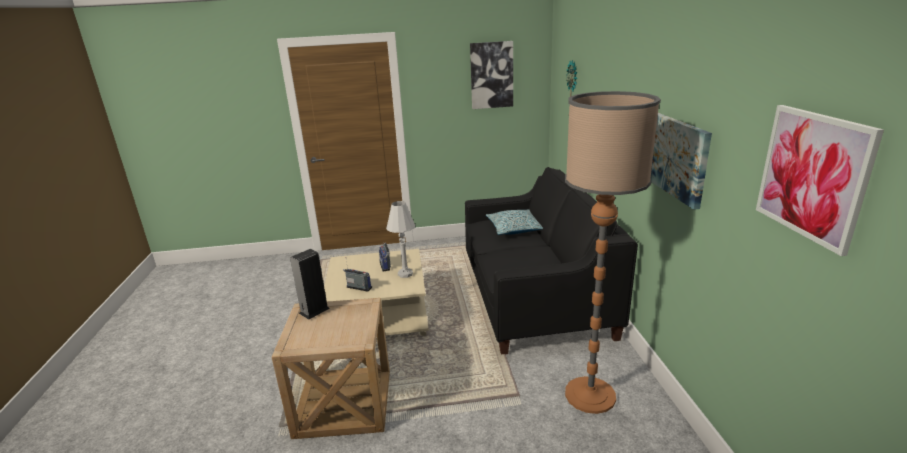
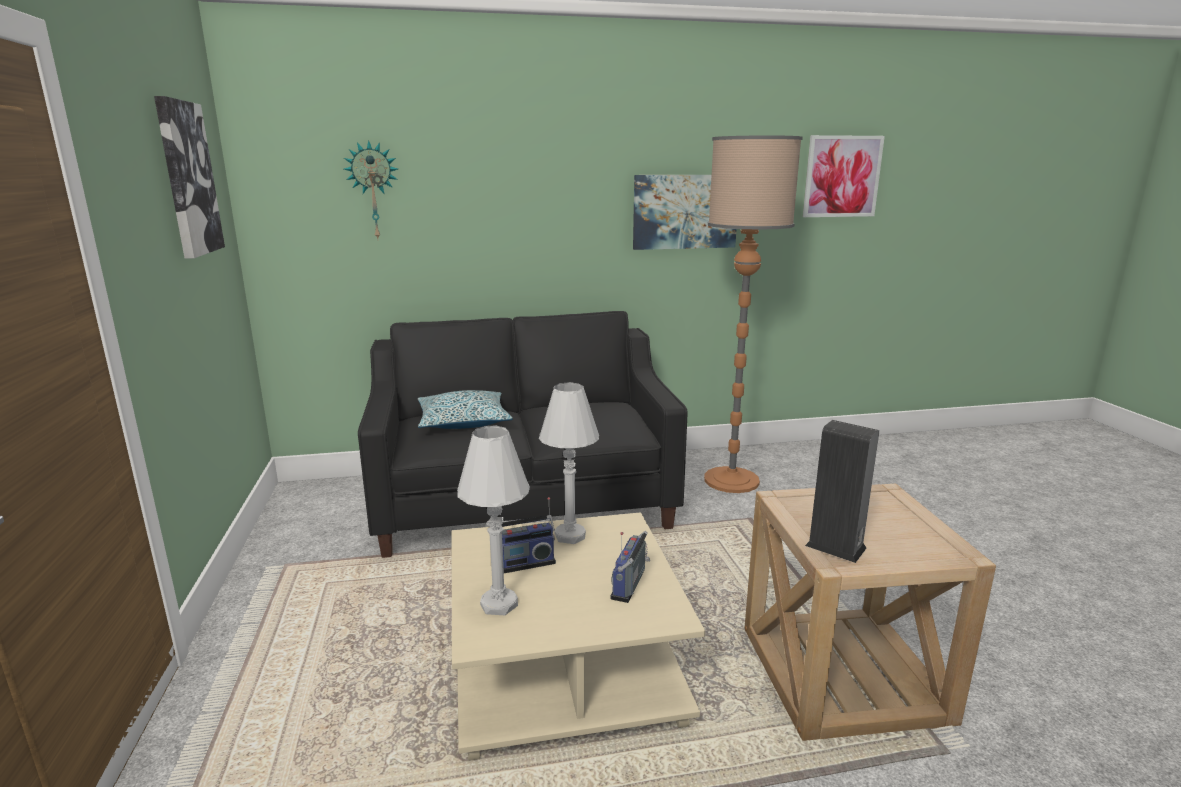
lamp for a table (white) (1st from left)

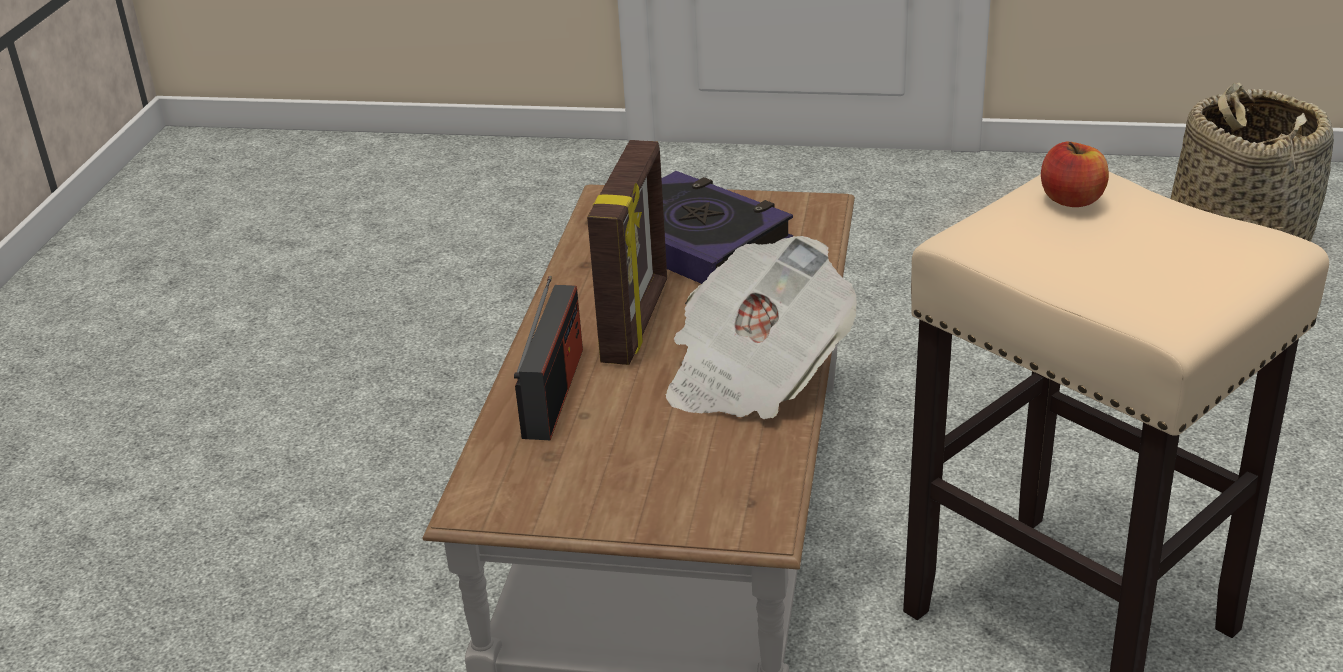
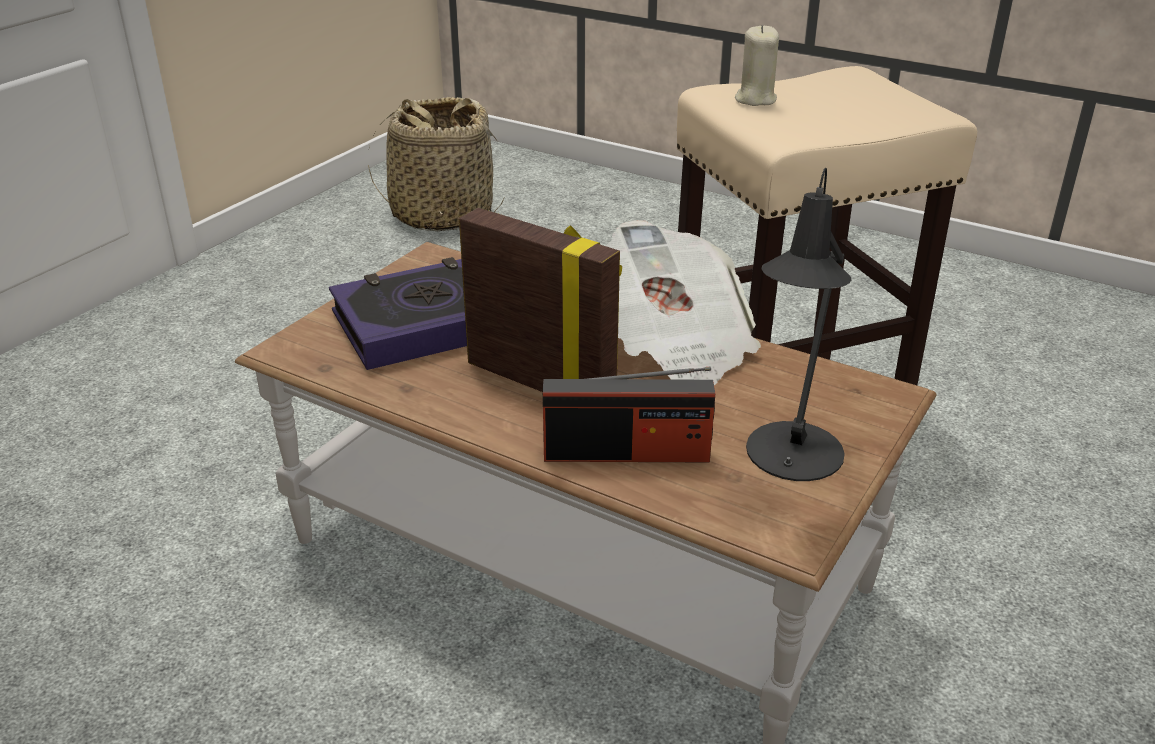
radio; candle (beige-coloured); lamp for a table (blackish)

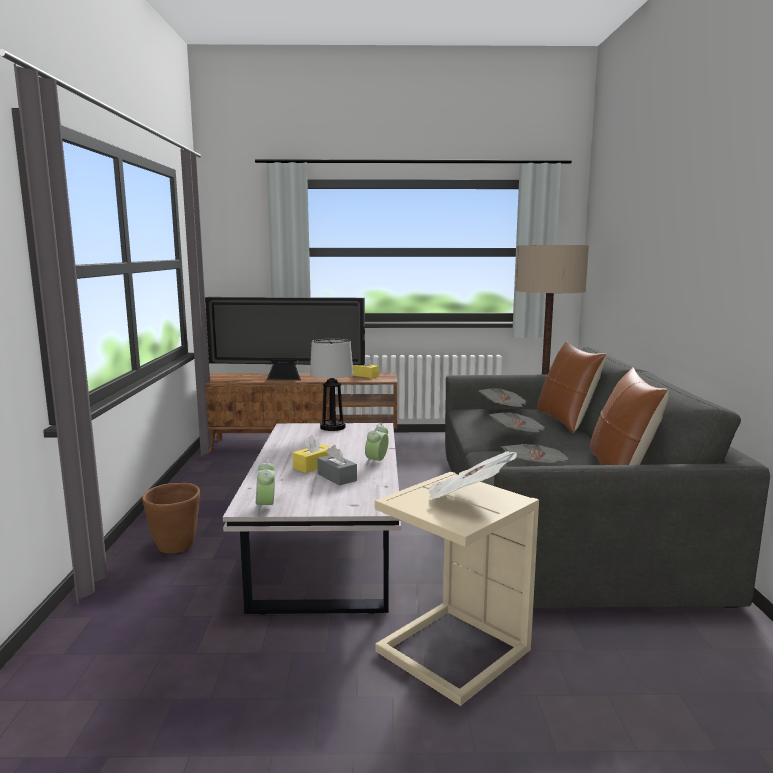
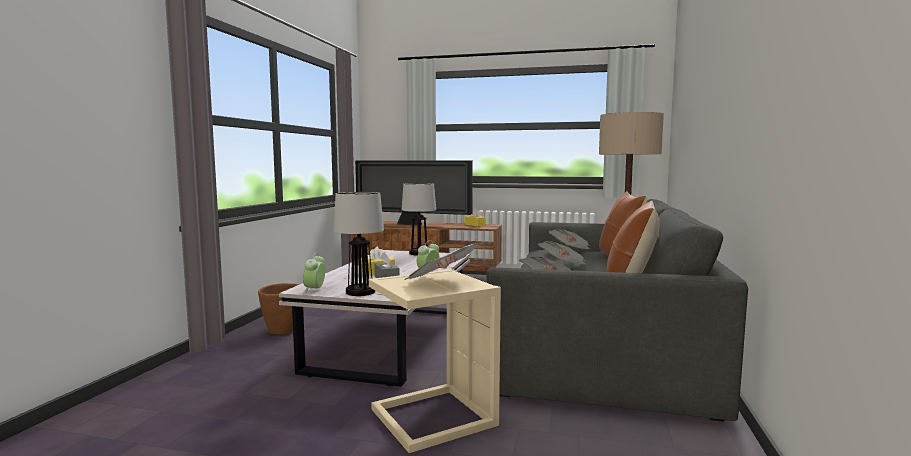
lamp for a table (1st from left)

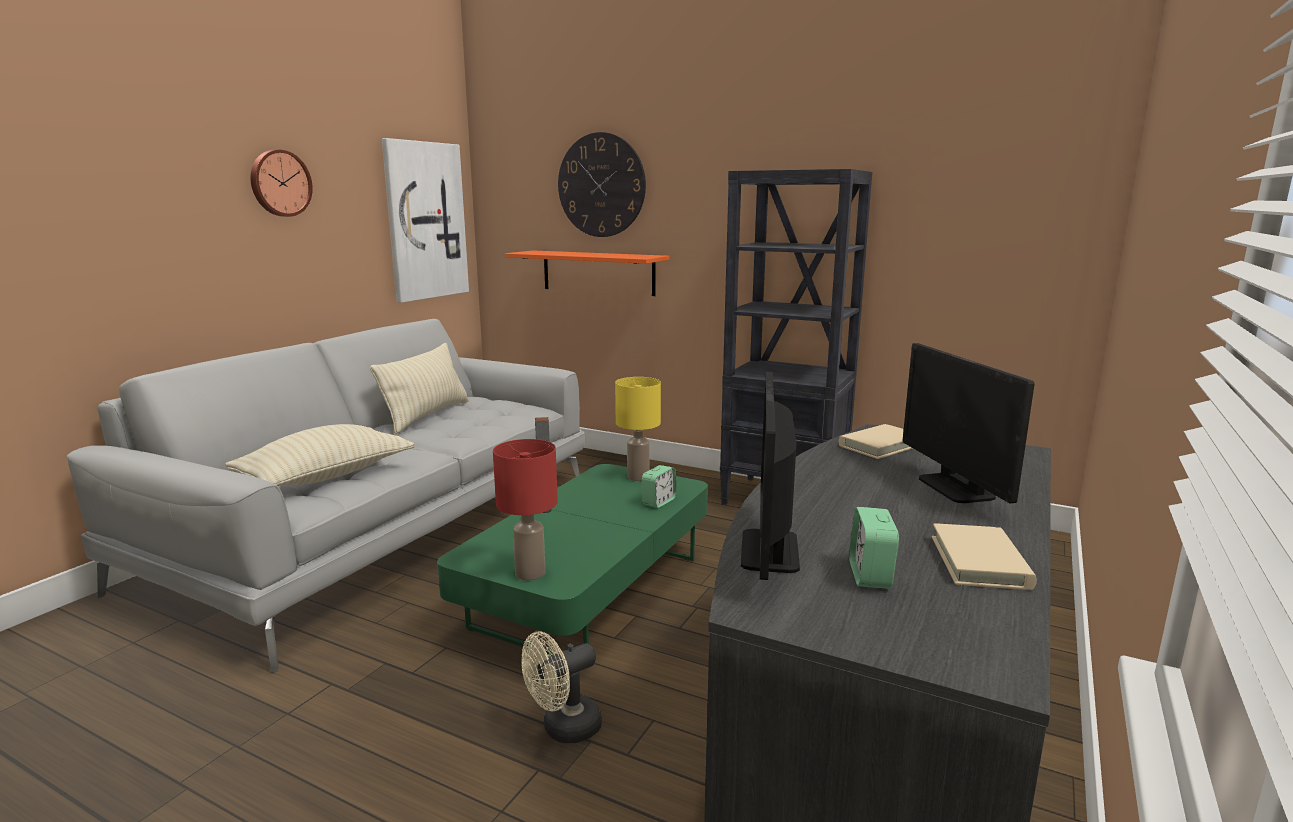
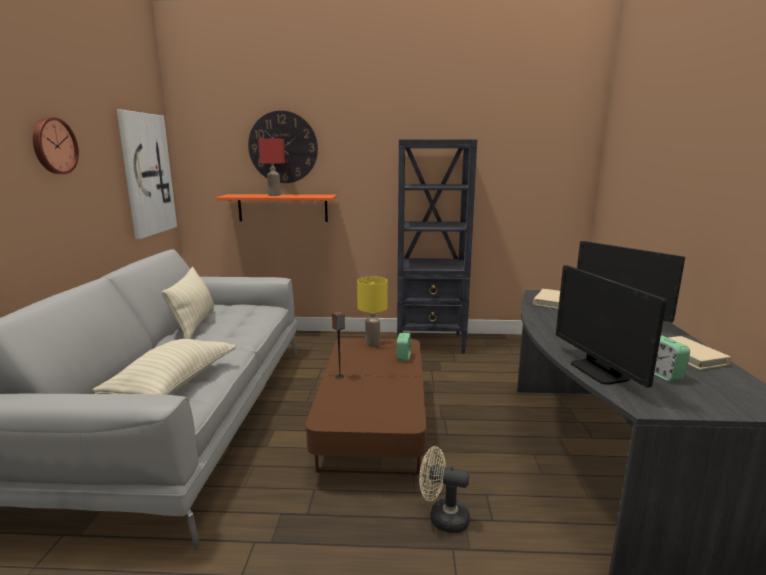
lamp for a table (red-coloured); coffee table (brown); fan (beige-coloured)

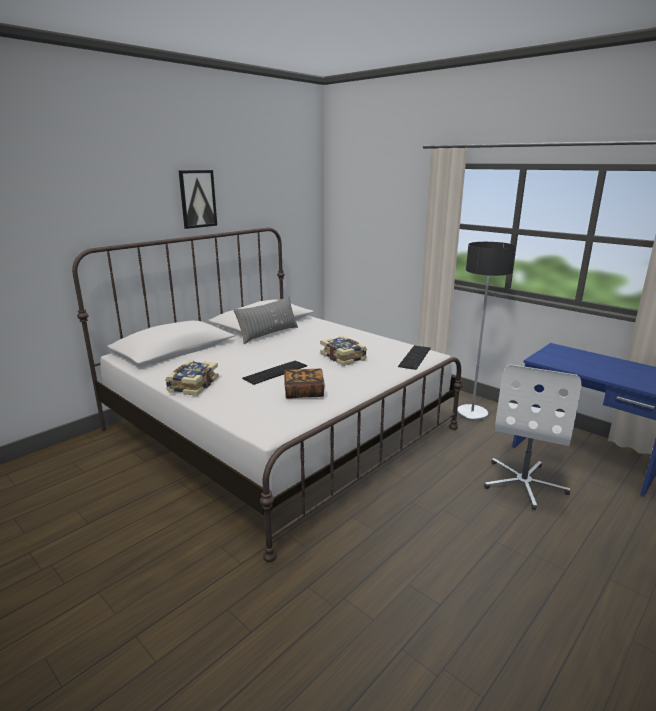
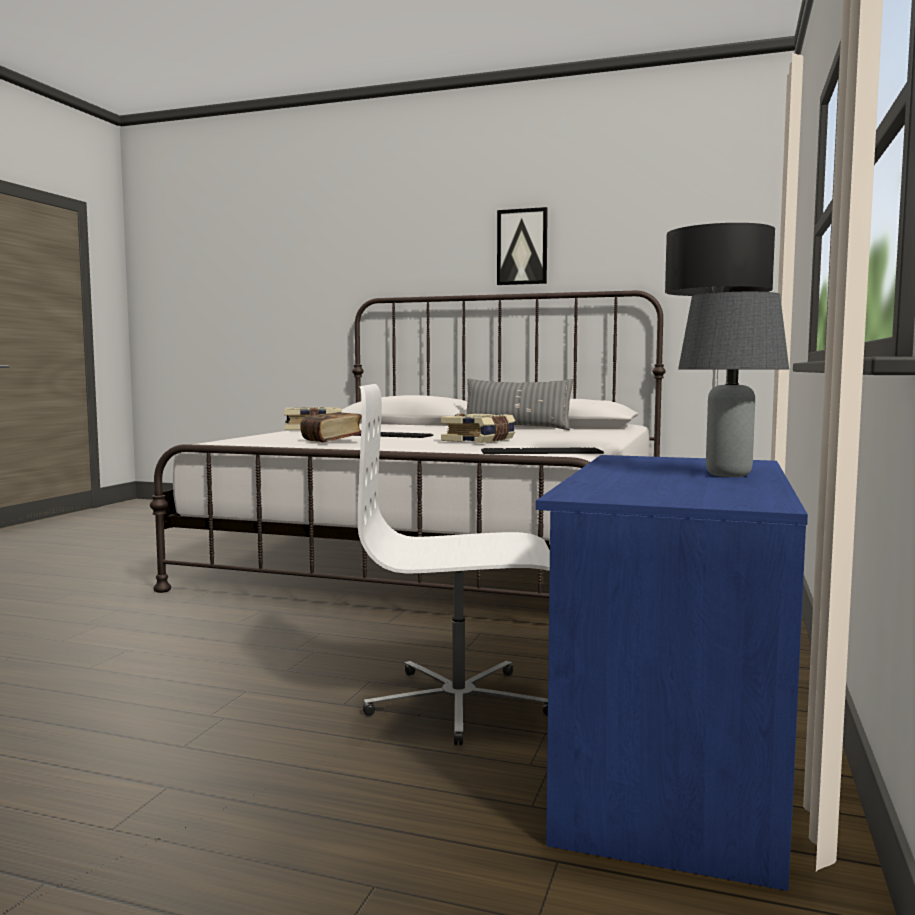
lamp for a table (gray)

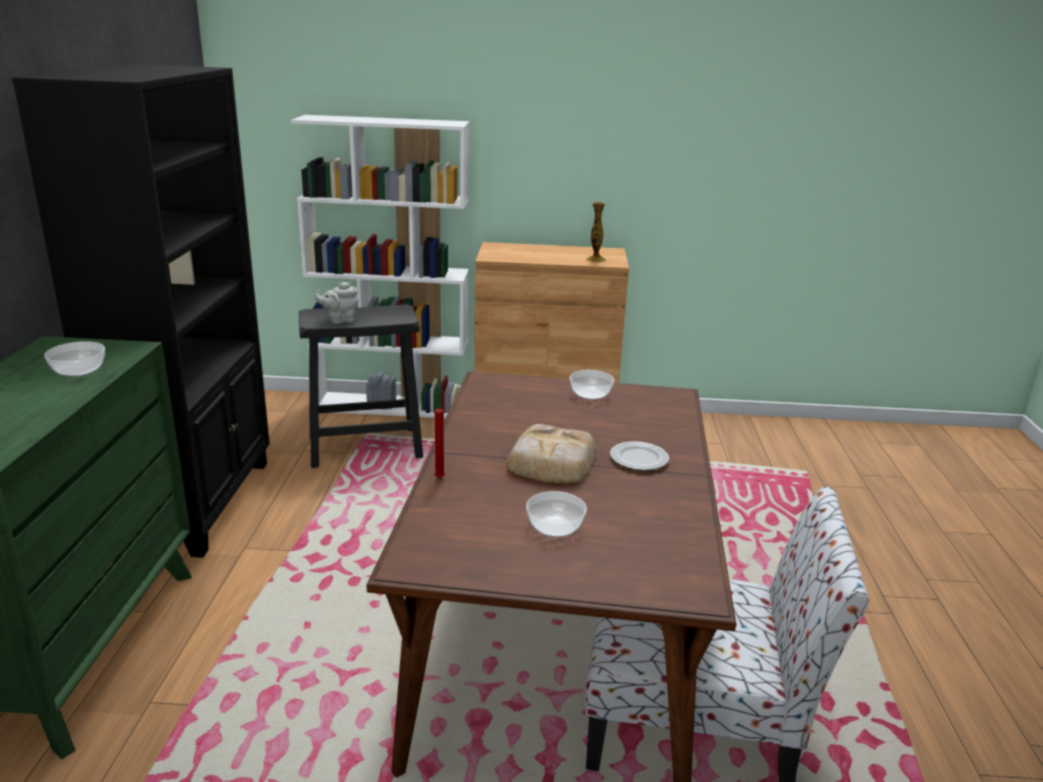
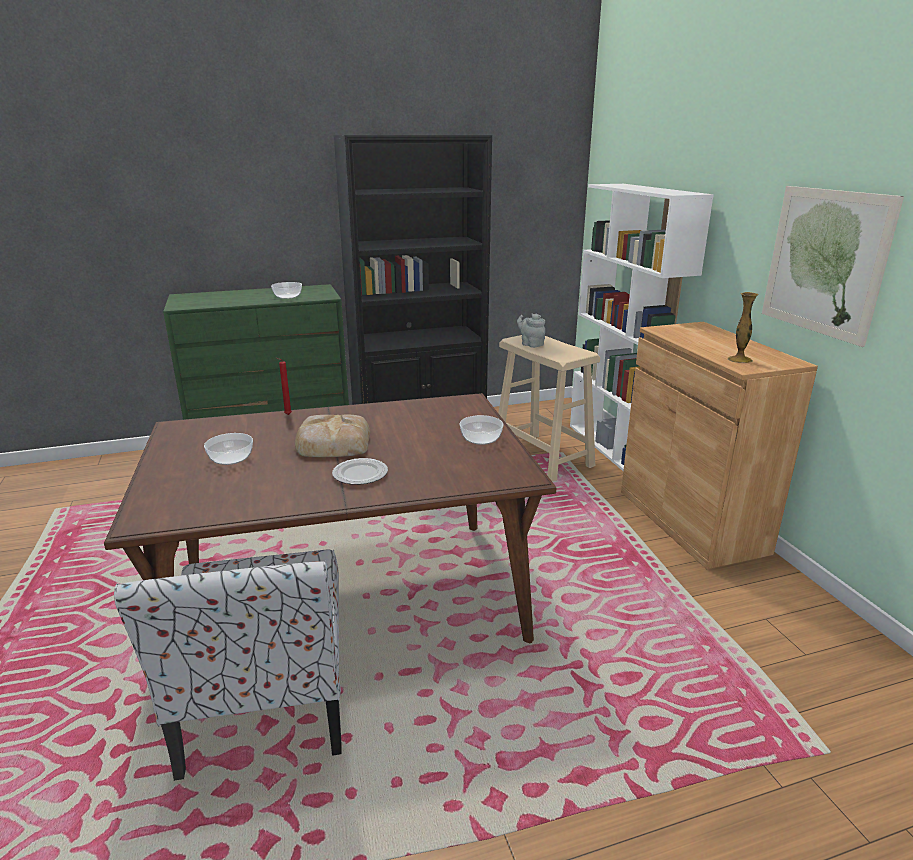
stool (beige-coloured); wall picture

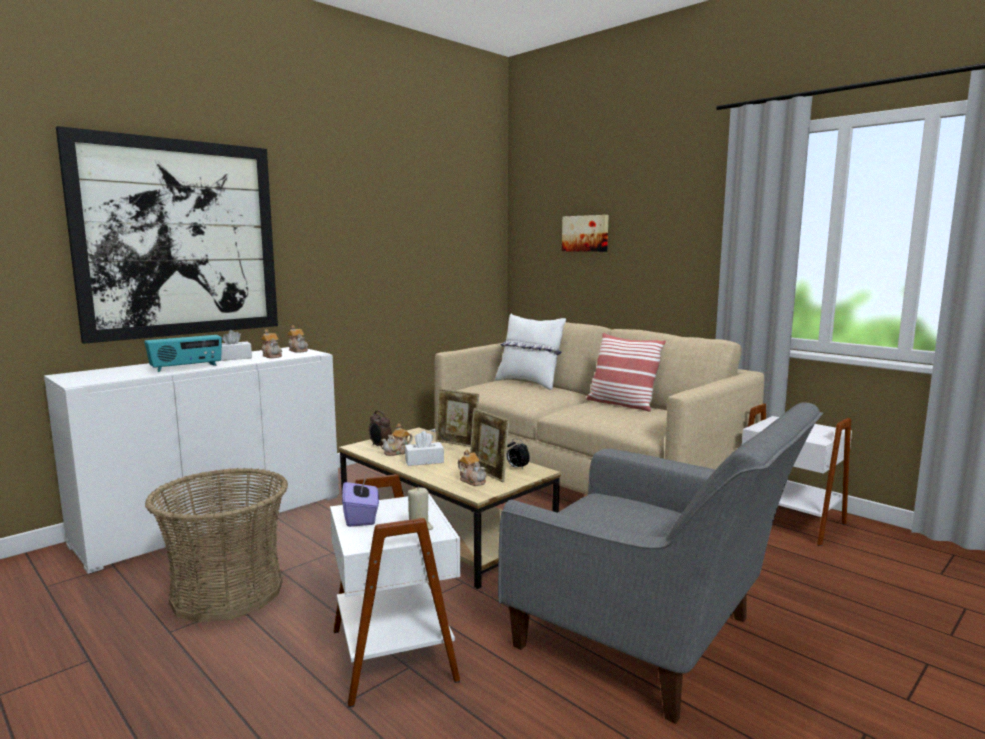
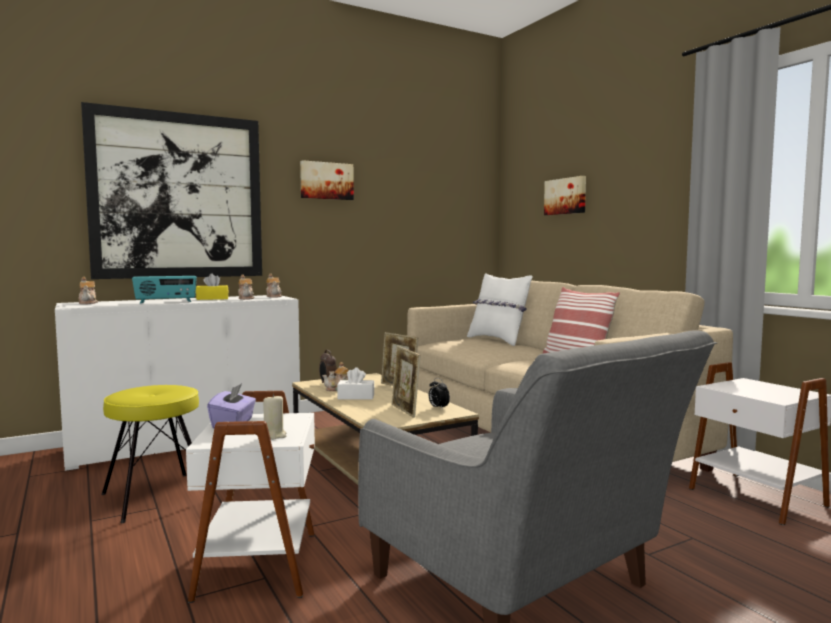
tea pot (1st from left); stool (yellow-coloured); tissue holder (yellow-coloured); wall picture (2nd from left)

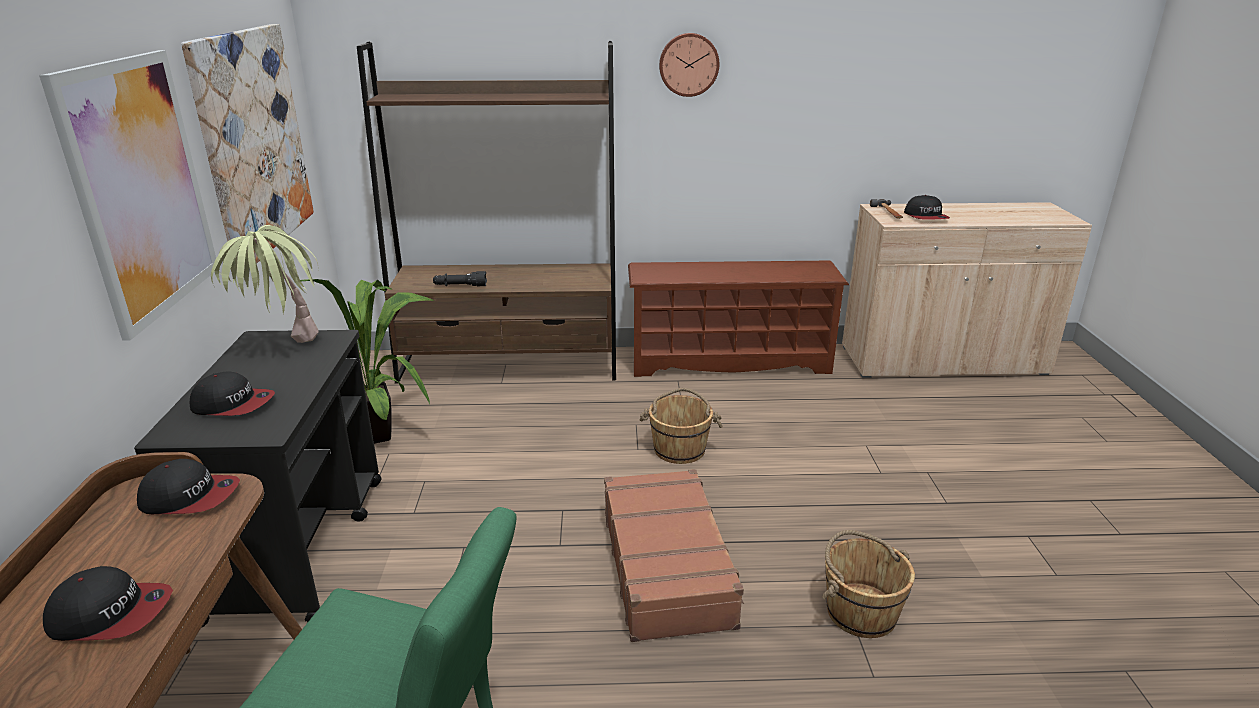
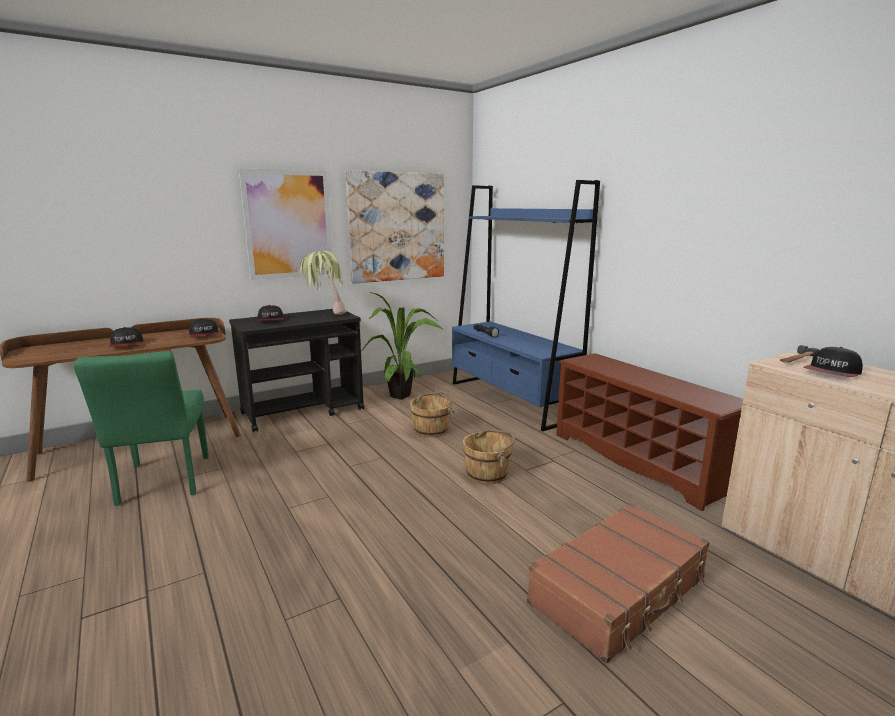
bucket (brown) (1st from left); bookcase (blue); travel case (brown); wall clock

